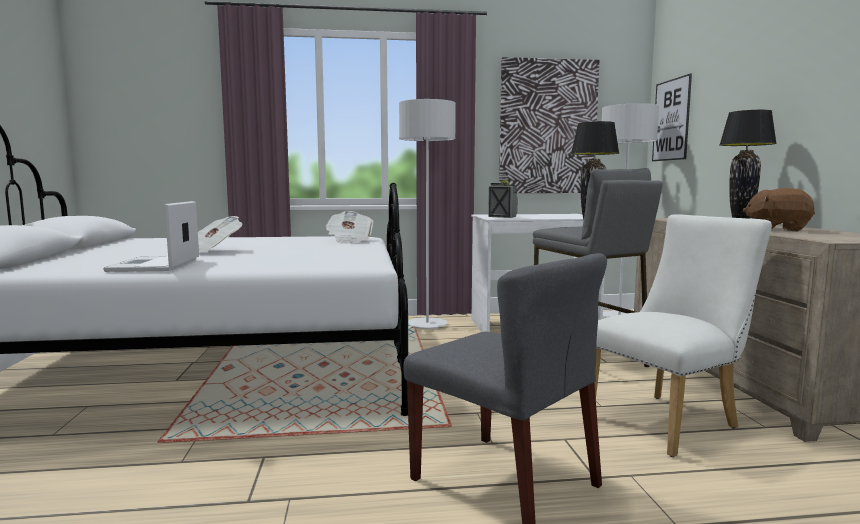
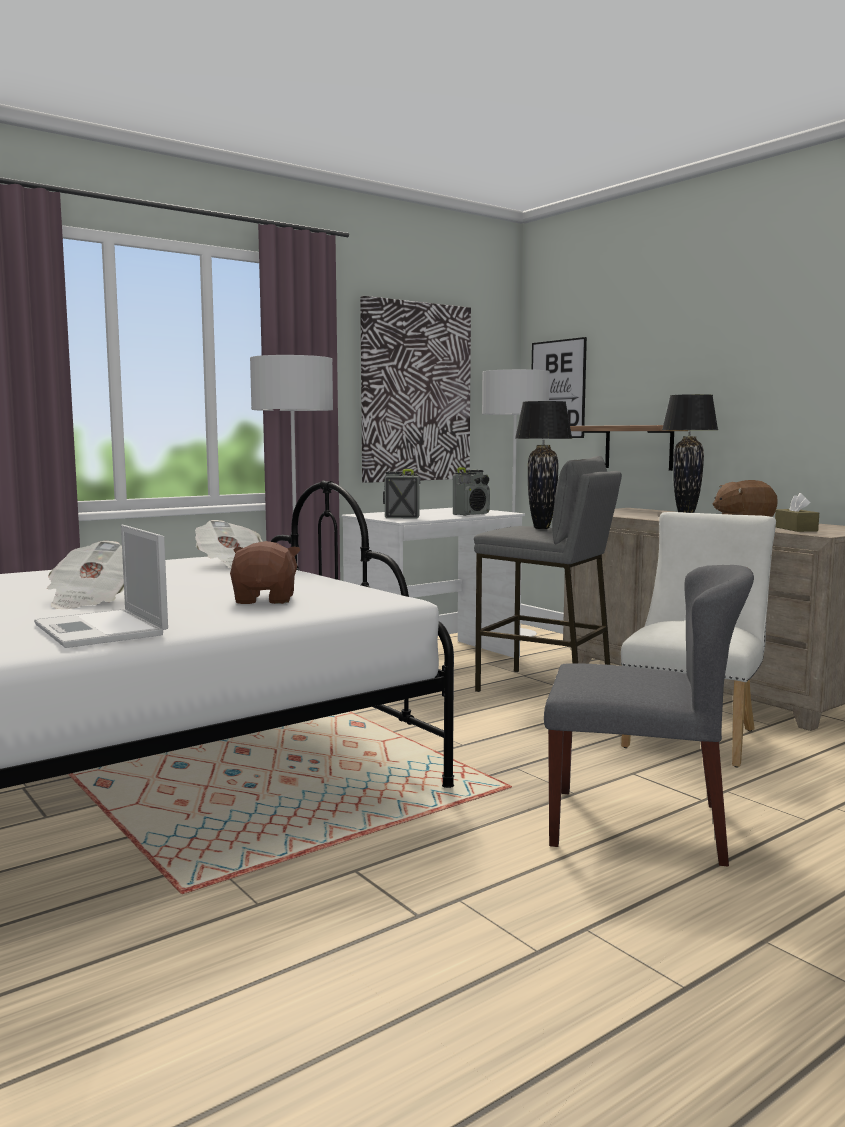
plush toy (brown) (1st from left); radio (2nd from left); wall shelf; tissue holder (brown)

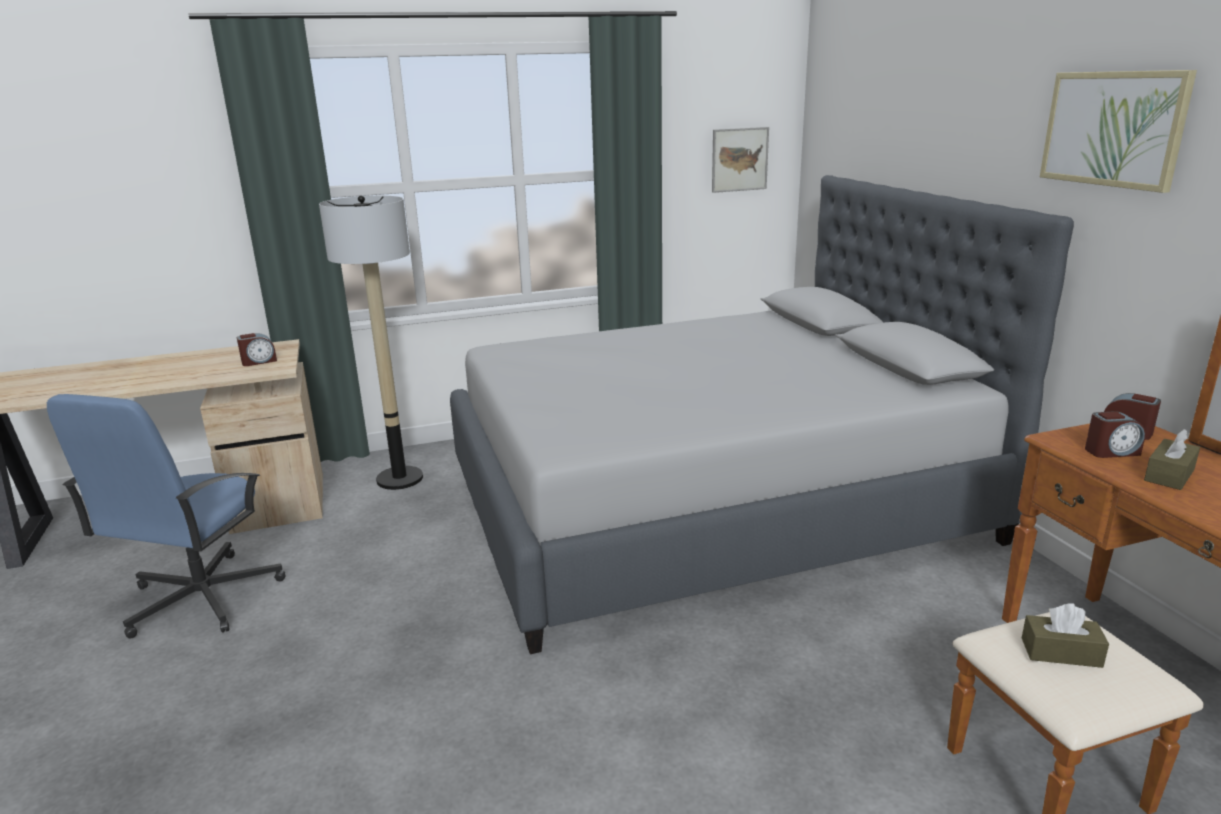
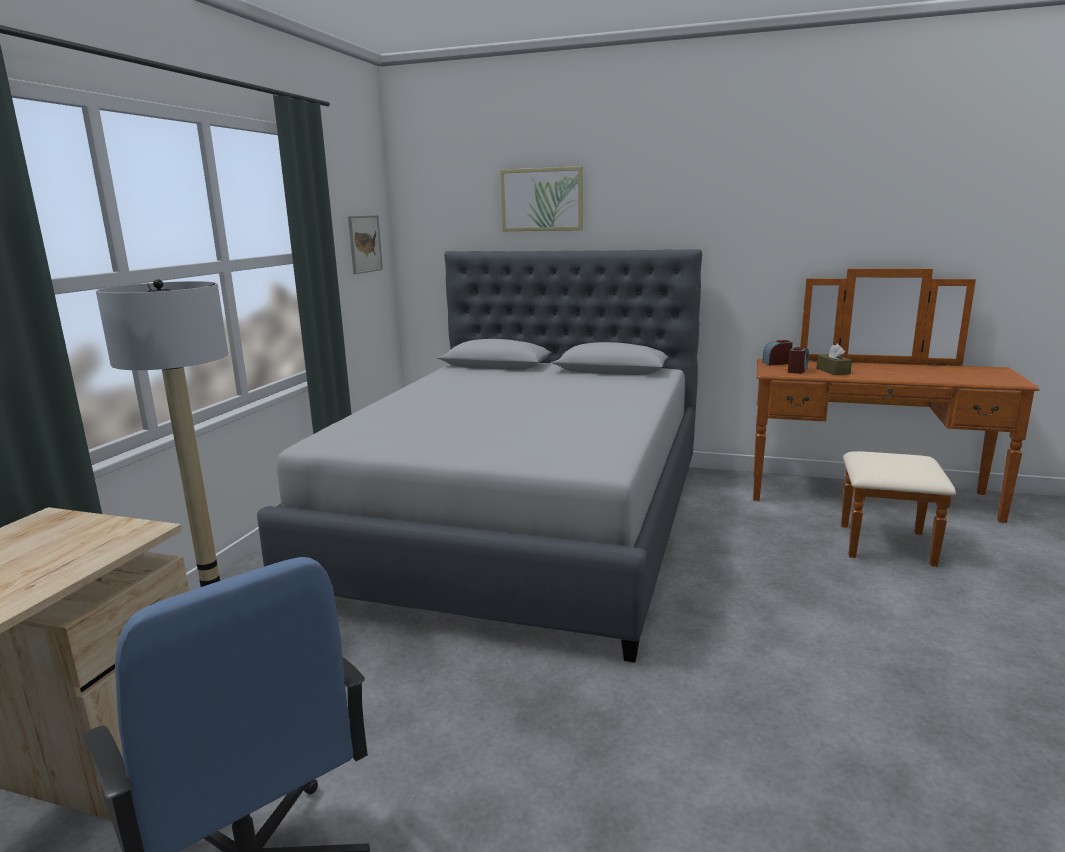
wall picture (2nd from left); table clock (1st from left in the first image); tissue holder (brown) (1st from left in the first image)

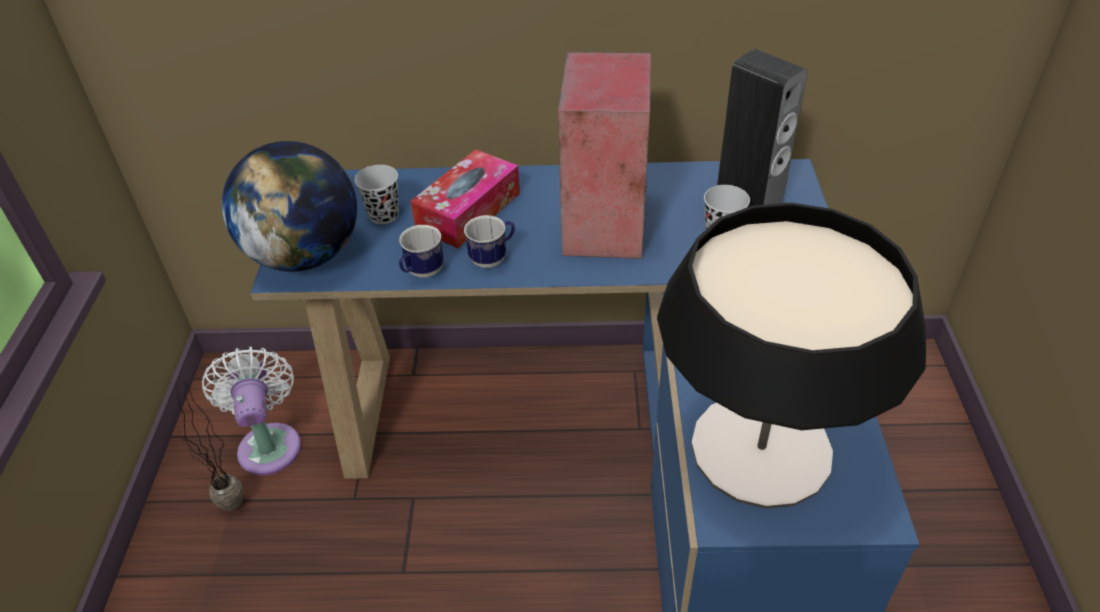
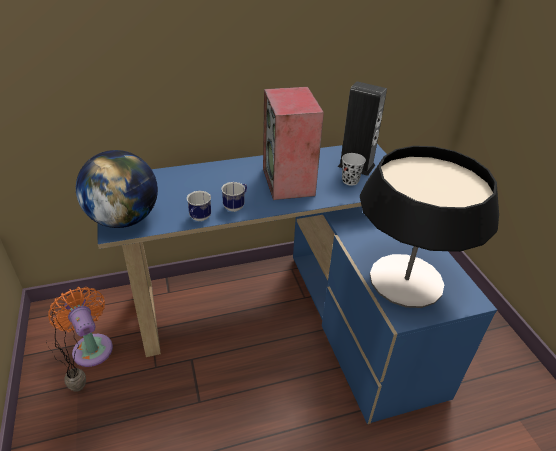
fan (orange-coloured); drinking cup (blackish) (1st from left in the first image); tissue holder

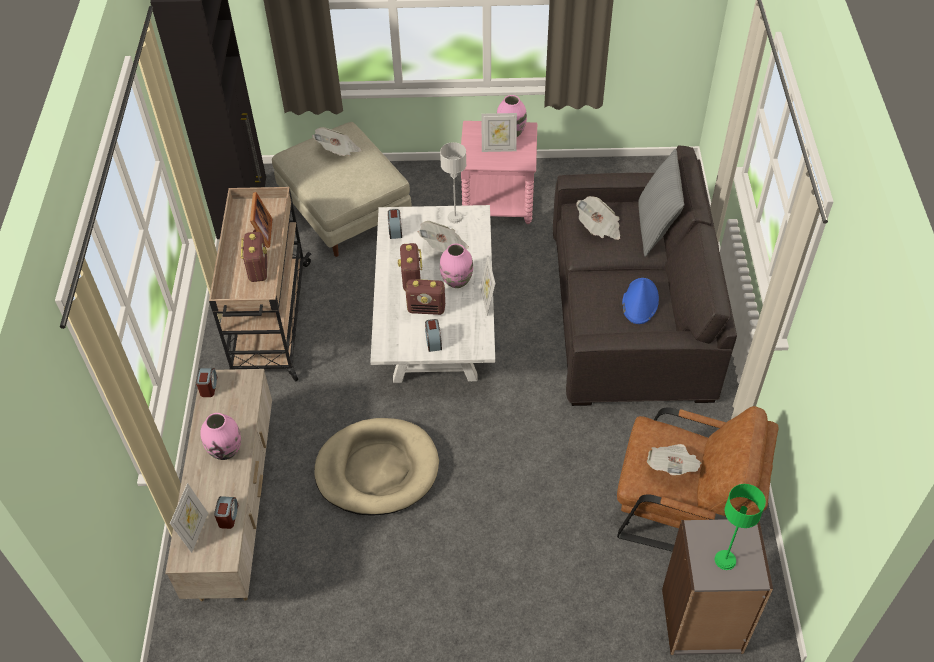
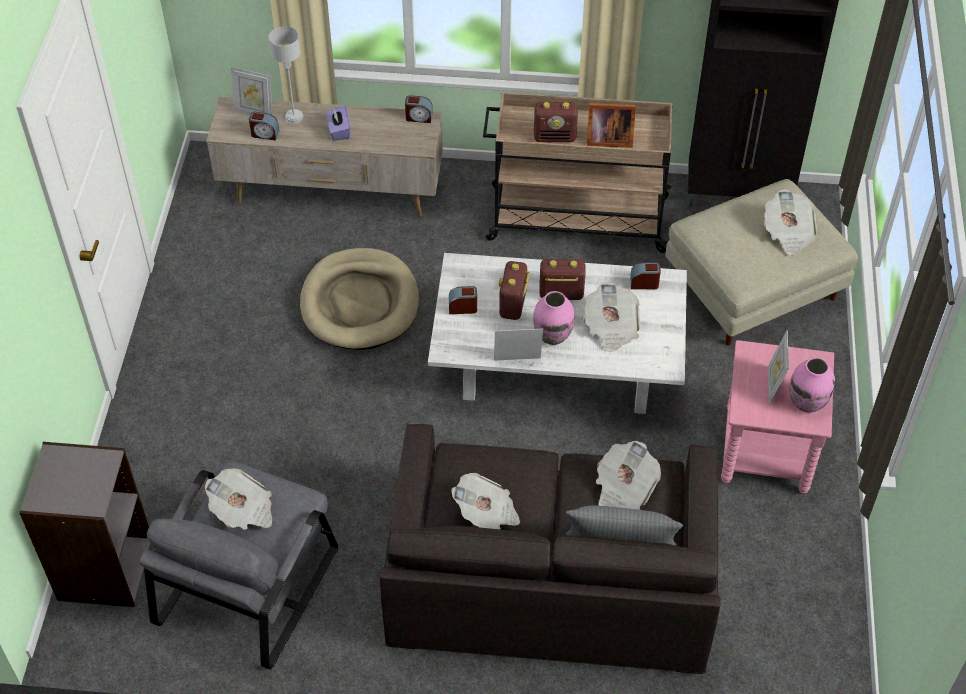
armchair (gray); lamp for a table (gray); tissue holder (purplish); newspaper (2nd from left); lamp for a table (green-coloured)

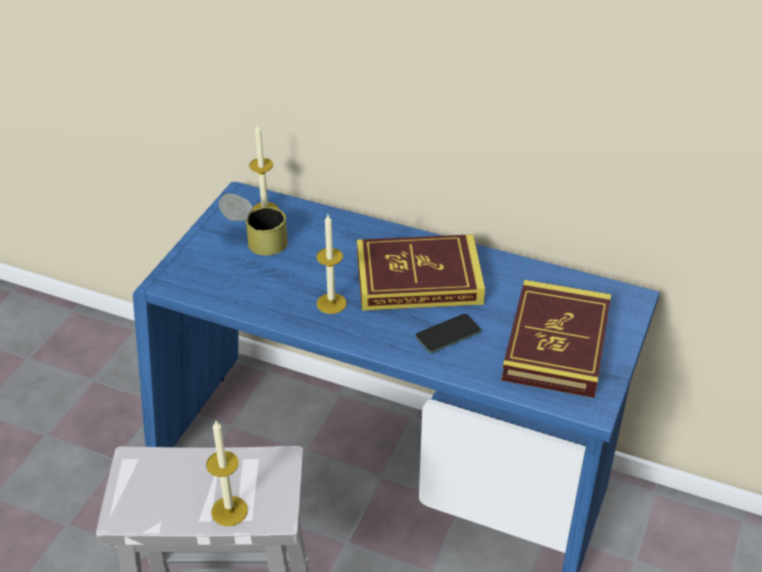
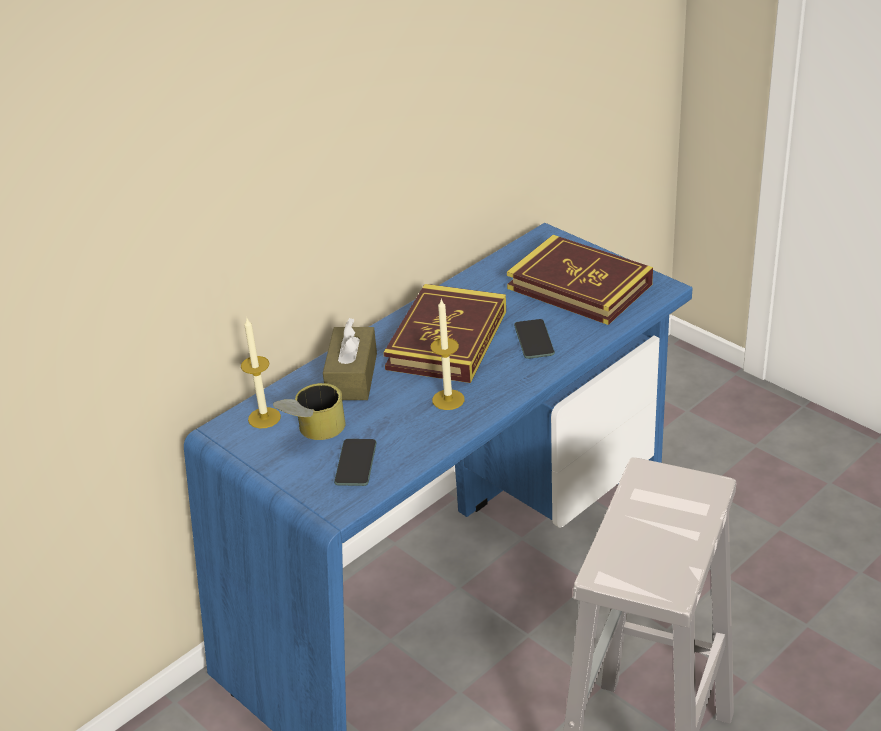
tissue holder (brown); telephone (1st from left); candle (1st from left in the first image)

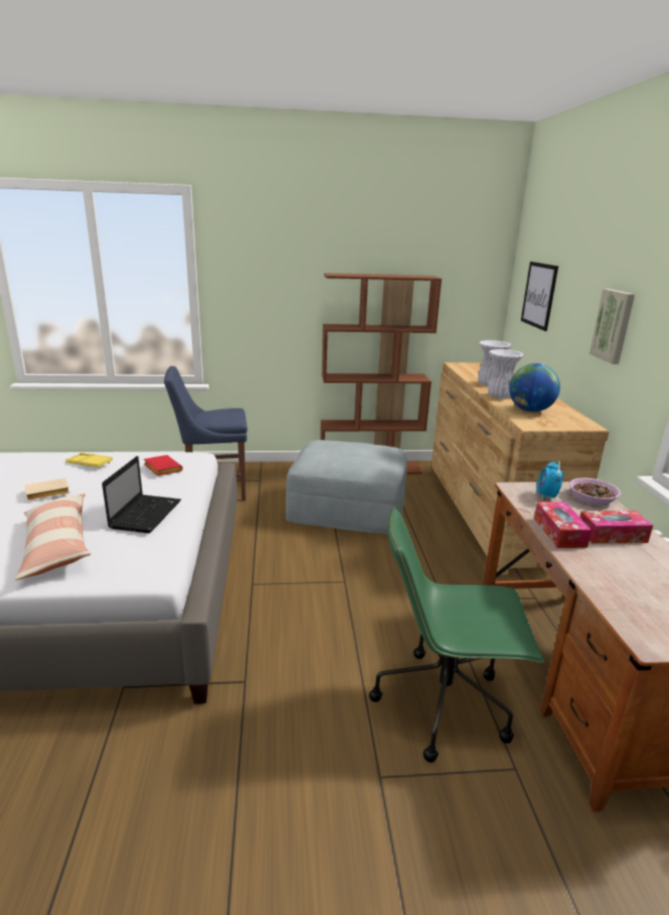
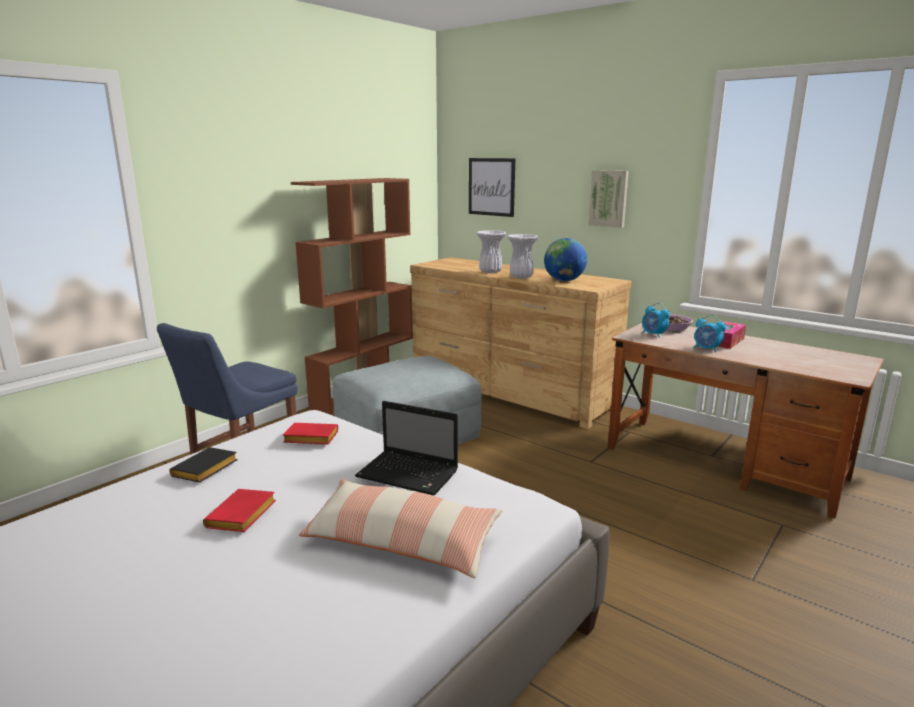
volume (blackish); volume (red-coloured) (1st from left); portable computer; table clock (2nd from left); desk chair (green-coloured)

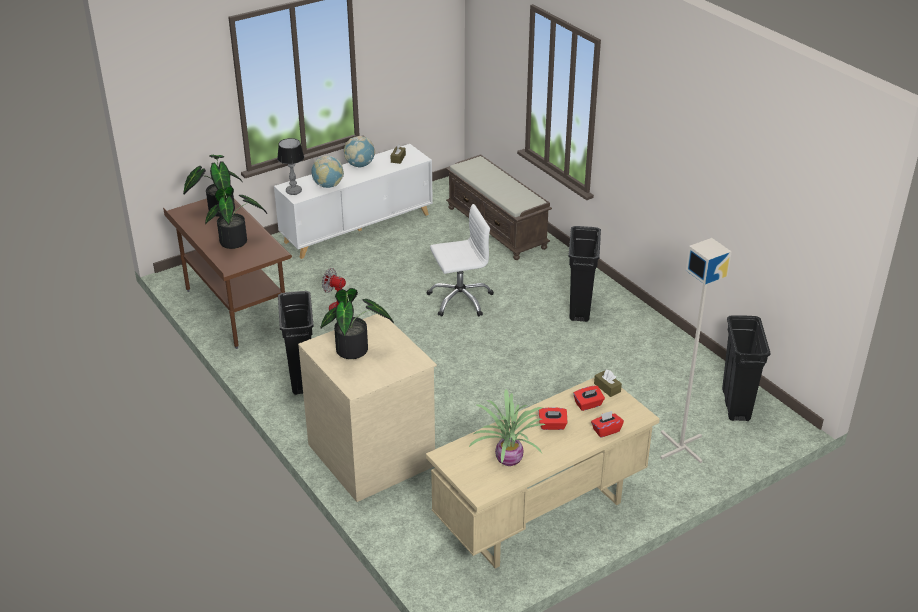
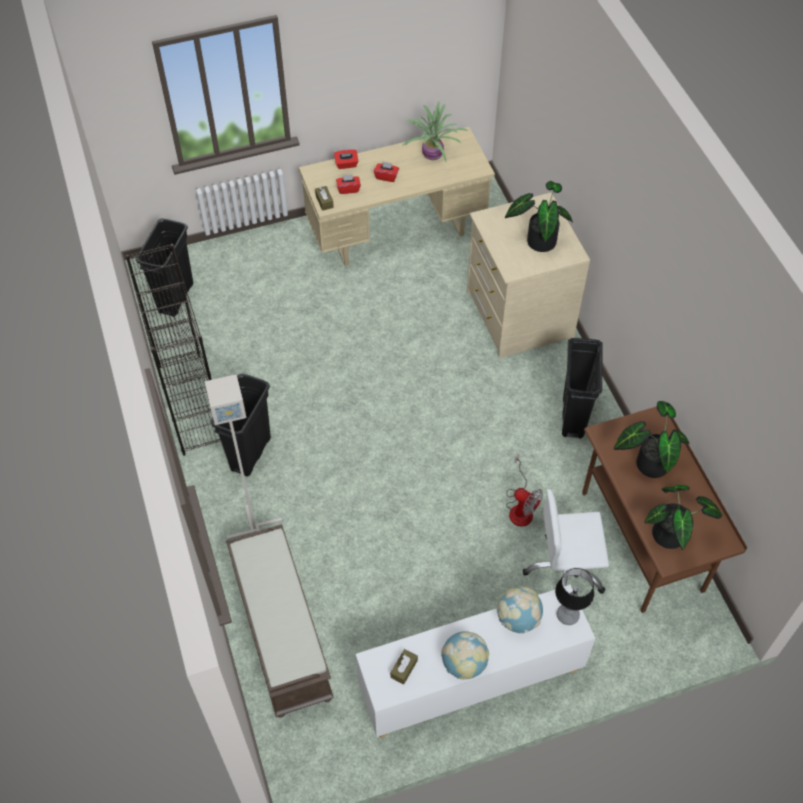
bookcase (blackish); standing lamp (gray); desk chair (white)

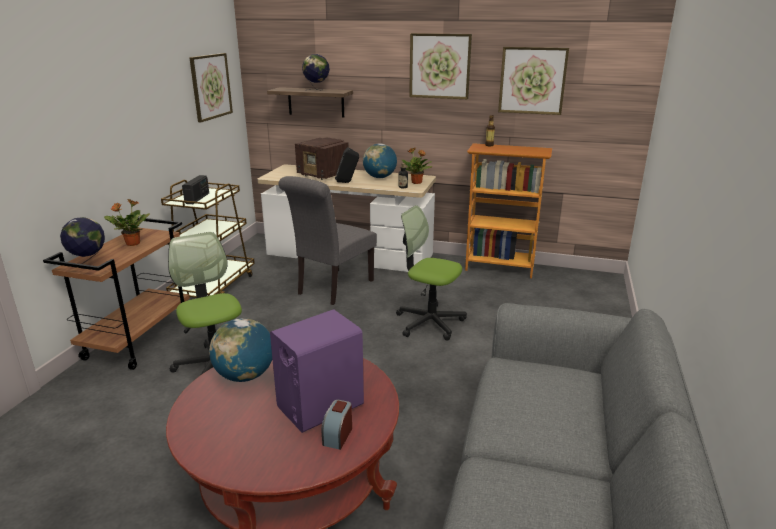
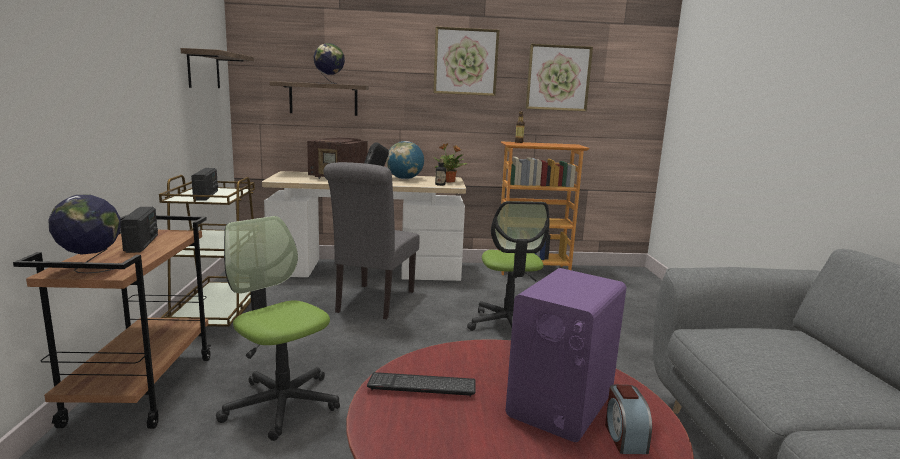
radio (1st from left); wall shelf (1st from left); PC keyboard; desk chair (2nd from left)

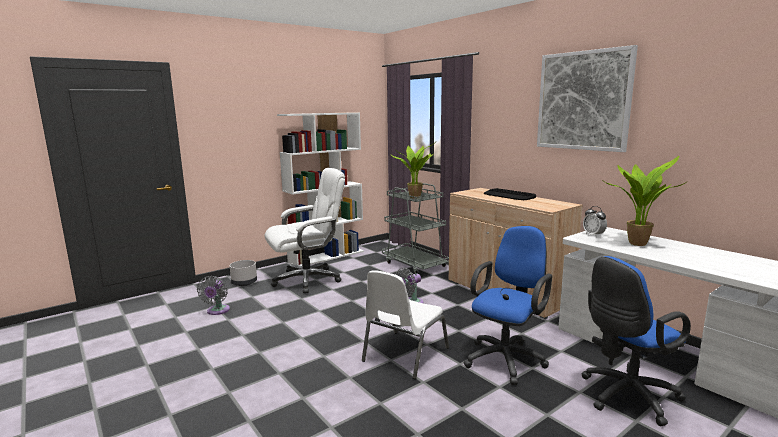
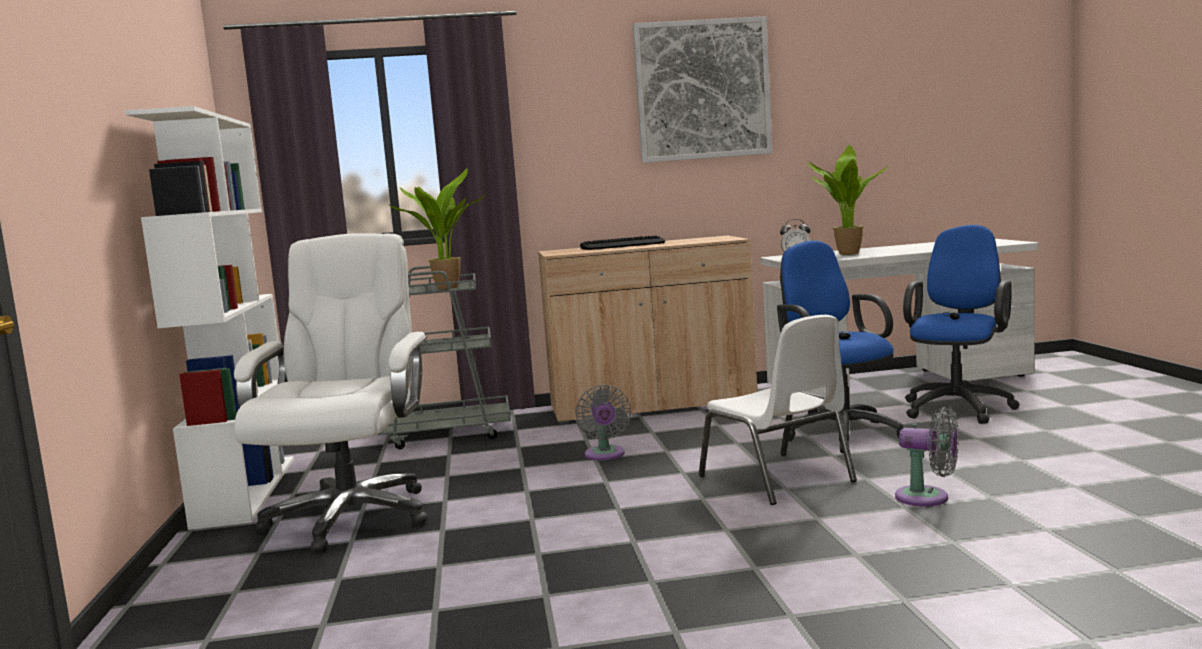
fan (gray) (2nd from left); desk chair (blue) (2nd from left); plant pot (gray)

